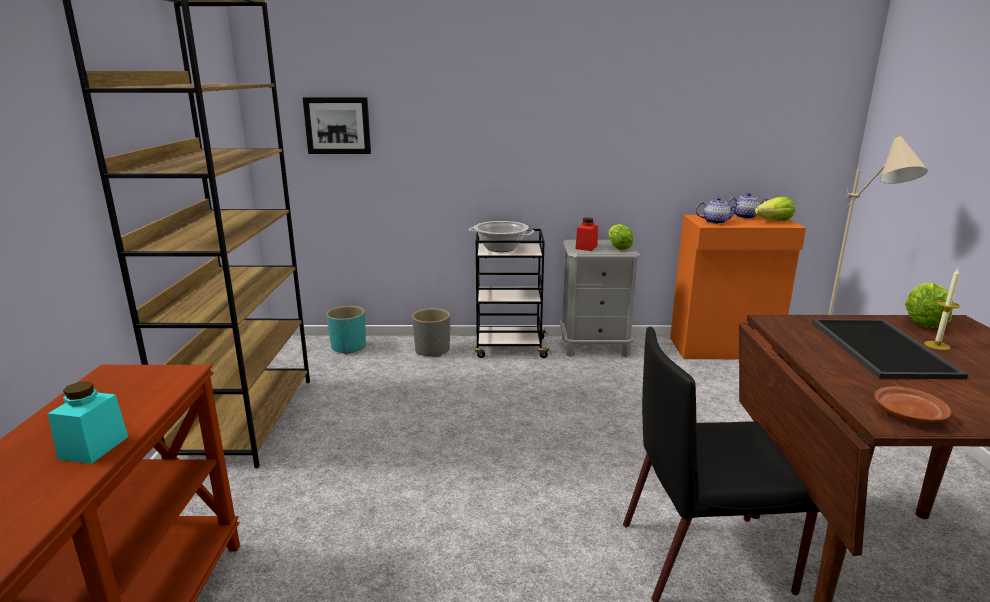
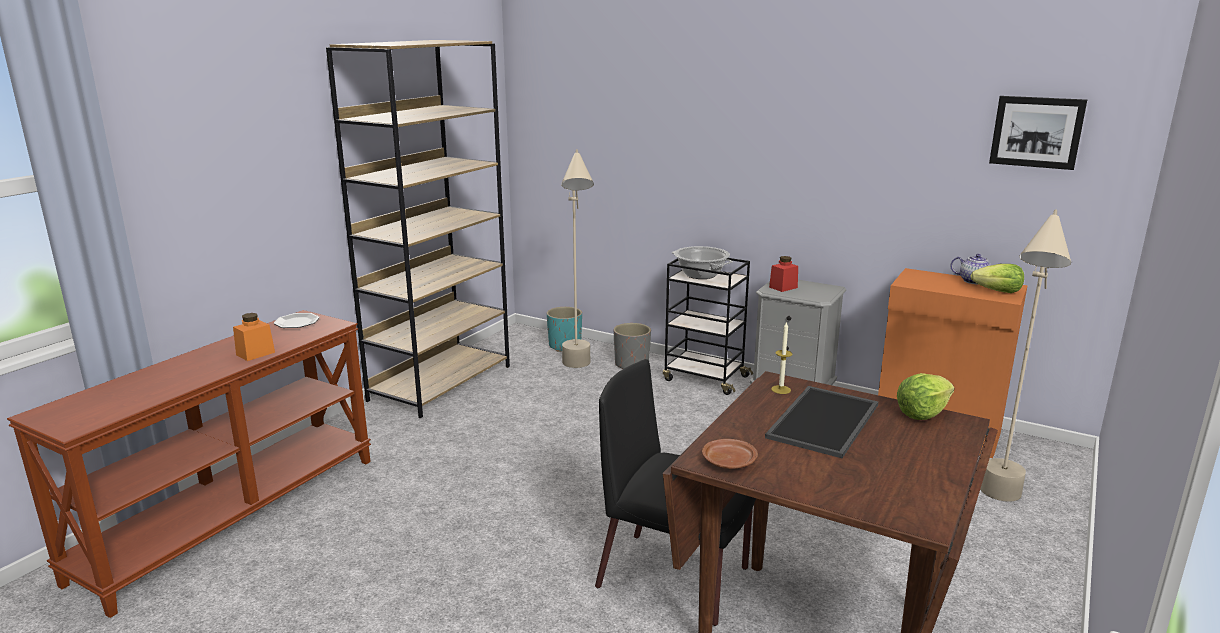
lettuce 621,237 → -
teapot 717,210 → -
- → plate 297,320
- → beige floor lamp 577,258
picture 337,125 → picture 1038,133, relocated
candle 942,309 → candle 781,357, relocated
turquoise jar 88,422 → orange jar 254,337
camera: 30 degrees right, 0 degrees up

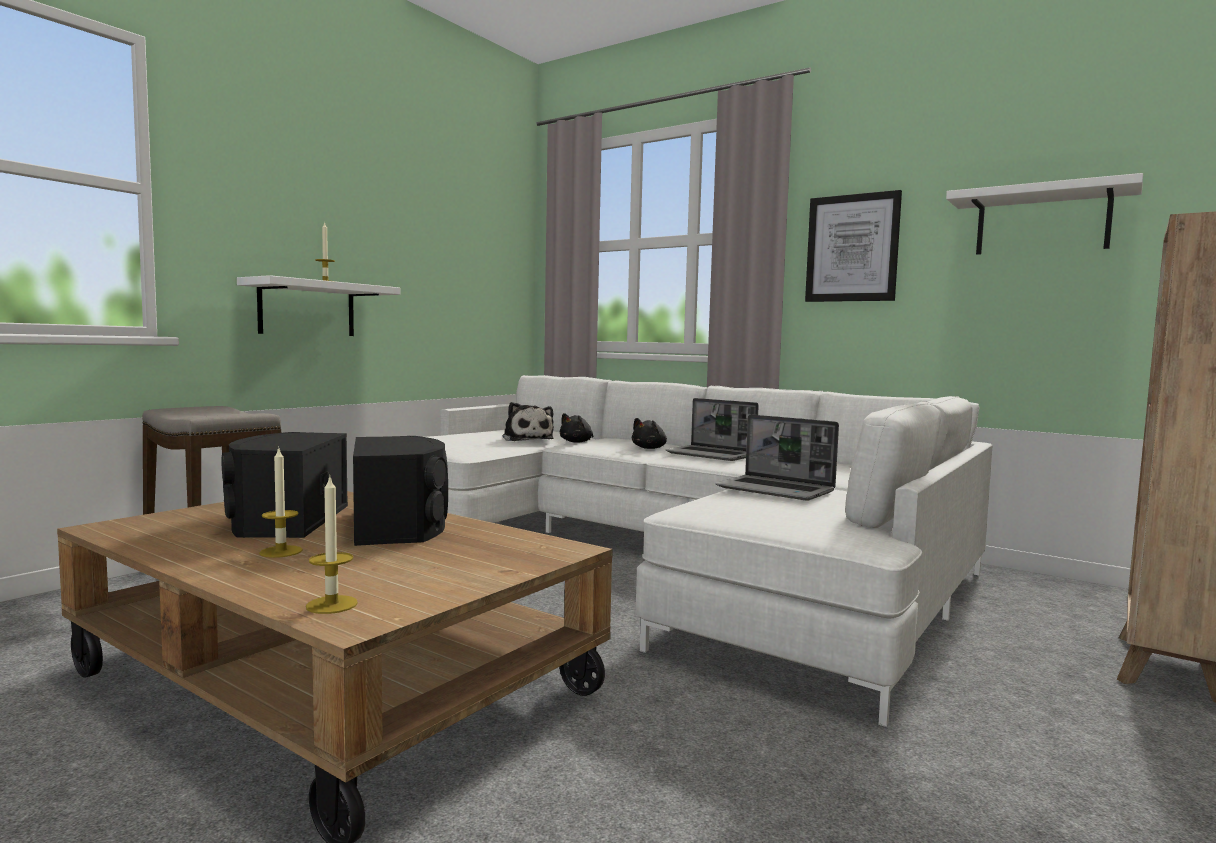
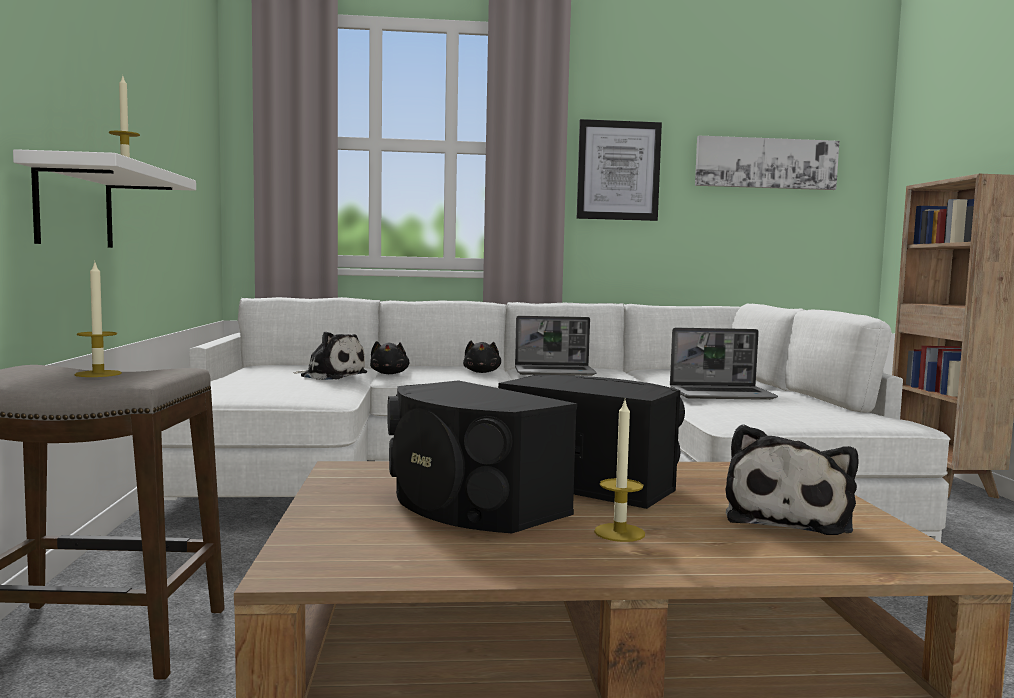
- → plush toy 792,479
candle 332,545 → candle 98,320, relocated
white shelf 1044,214 → picture 767,163
camera: 40 degrees left, 0 degrees up

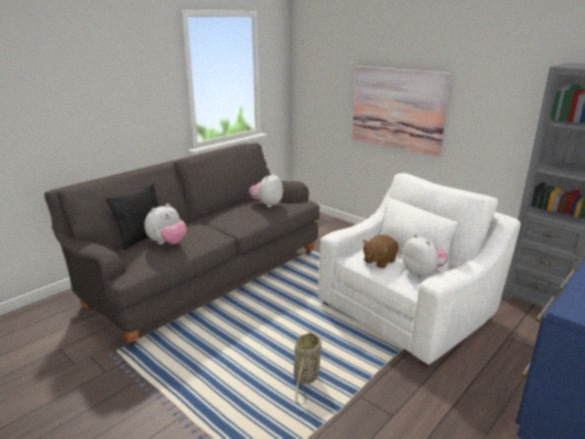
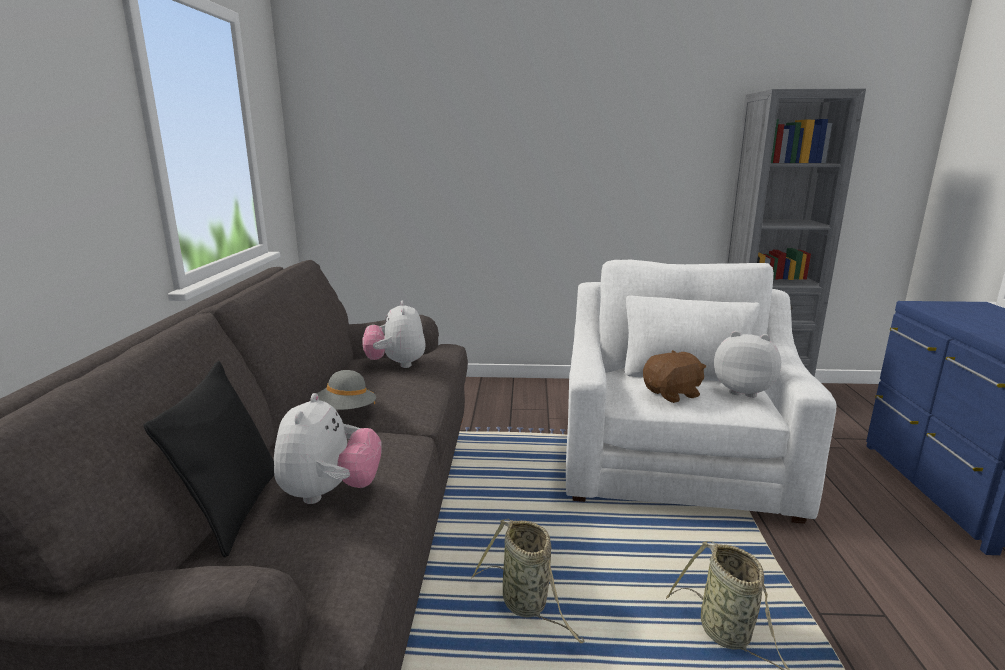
picture 401,111 → -
- → grey hat 346,390
- → basket 528,581
brown plush toy 381,251 → brown plush toy 674,376, 120 degrees counterclockwise
camera: 40 degrees left, 5 degrees down

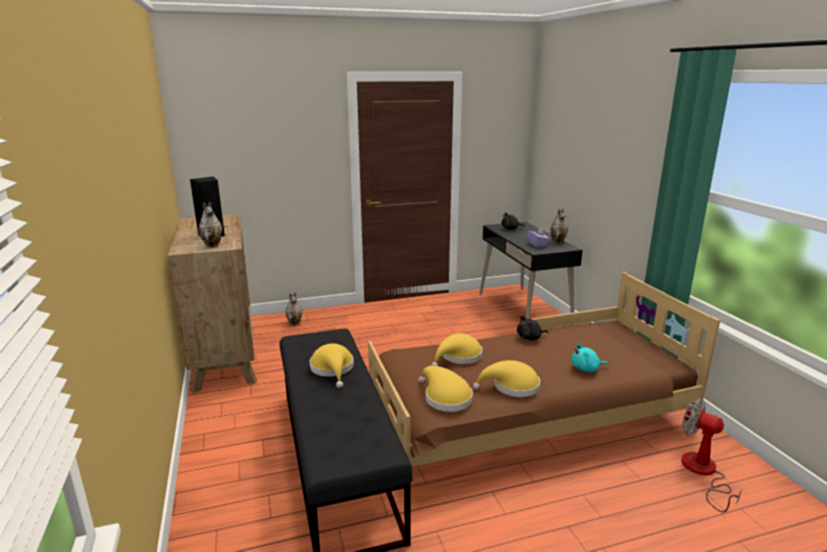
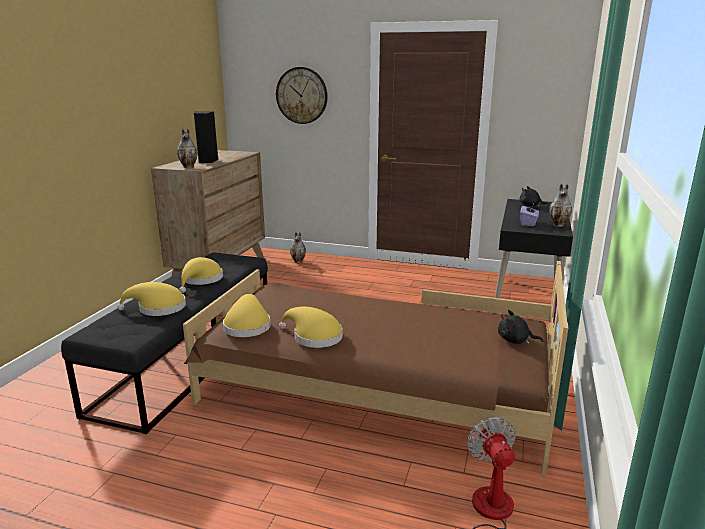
turquoise plush toy 590,357 → -
- → wall clock 301,95
yellow hat 457,349 → yellow hat 151,299, relocated
black plush toy 533,328 → black plush toy 520,327, relocated
camera: 35 degrees right, 0 degrees up

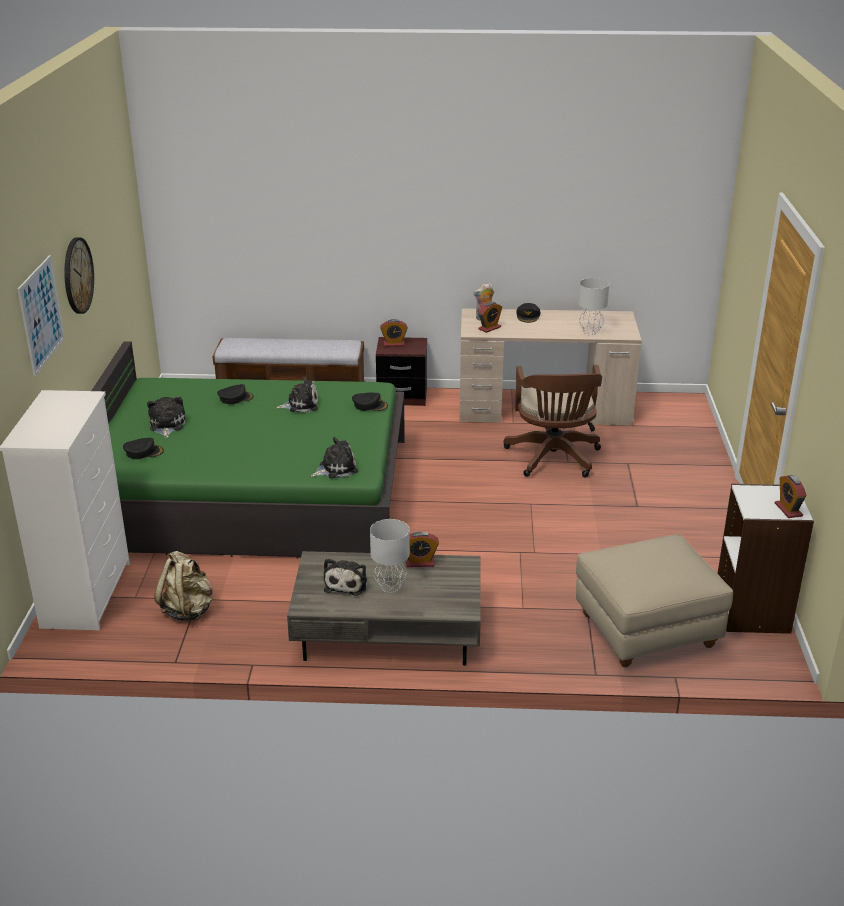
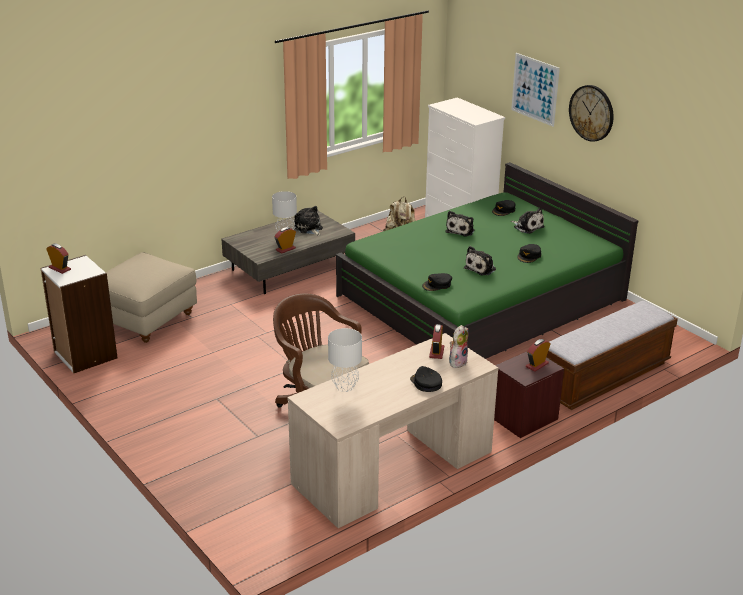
plush toy 334,457 → plush toy 460,224, relocated
camera: 140 degrees right, 0 degrees up

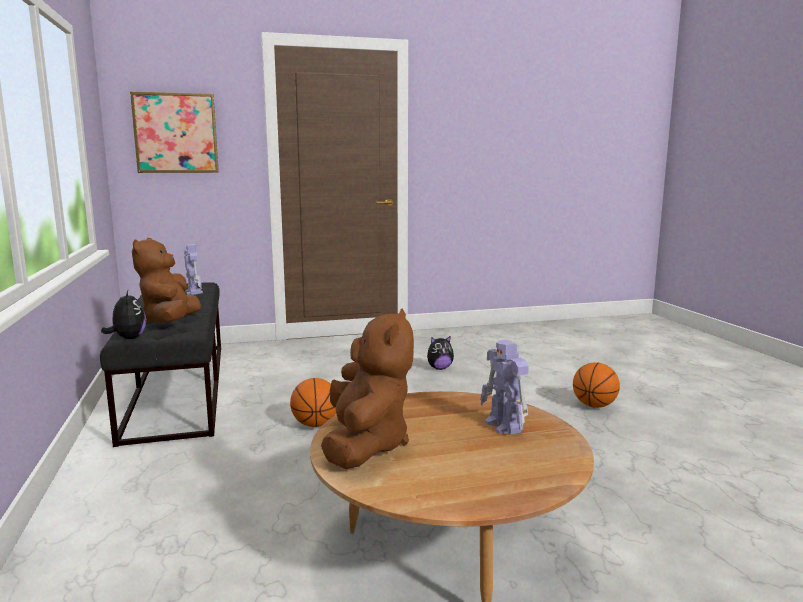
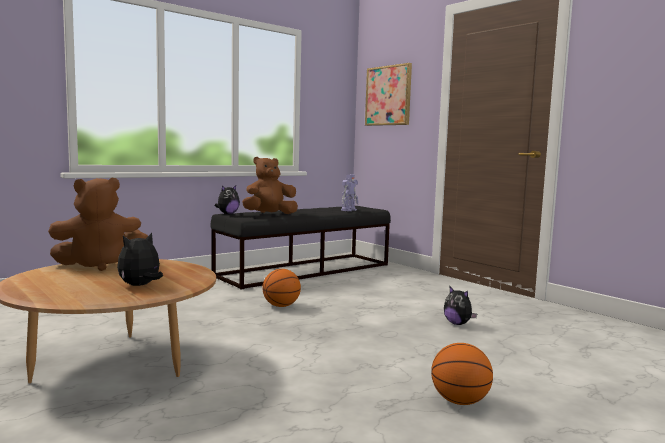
toy robot 504,387 → plush toy 140,259
camera: 65 degrees right, 5 degrees down

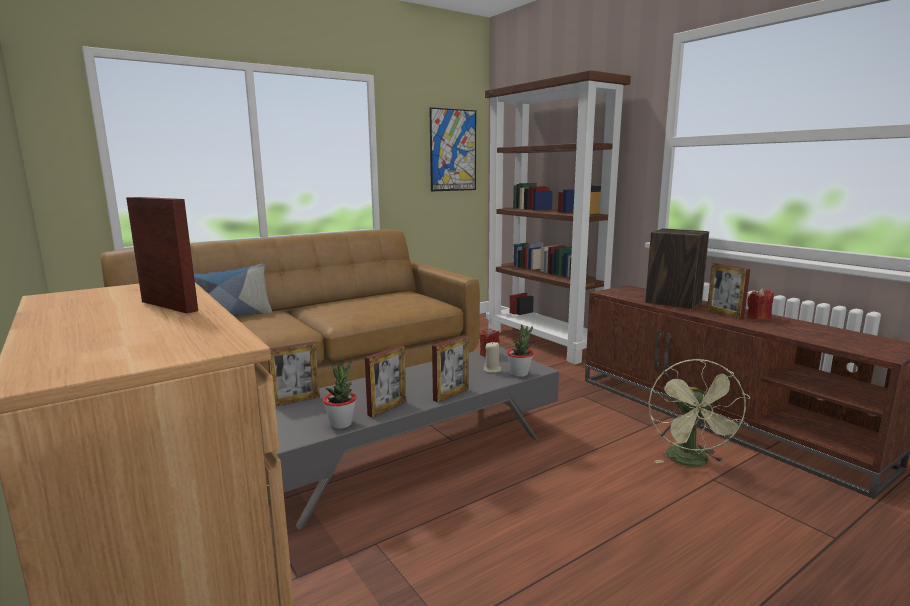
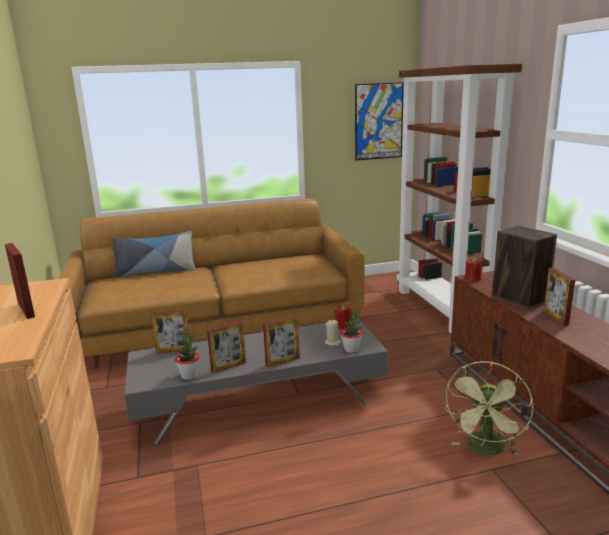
red candle 760,304 → red candle 473,269, relocated
camera: 20 degrees right, 5 degrees up

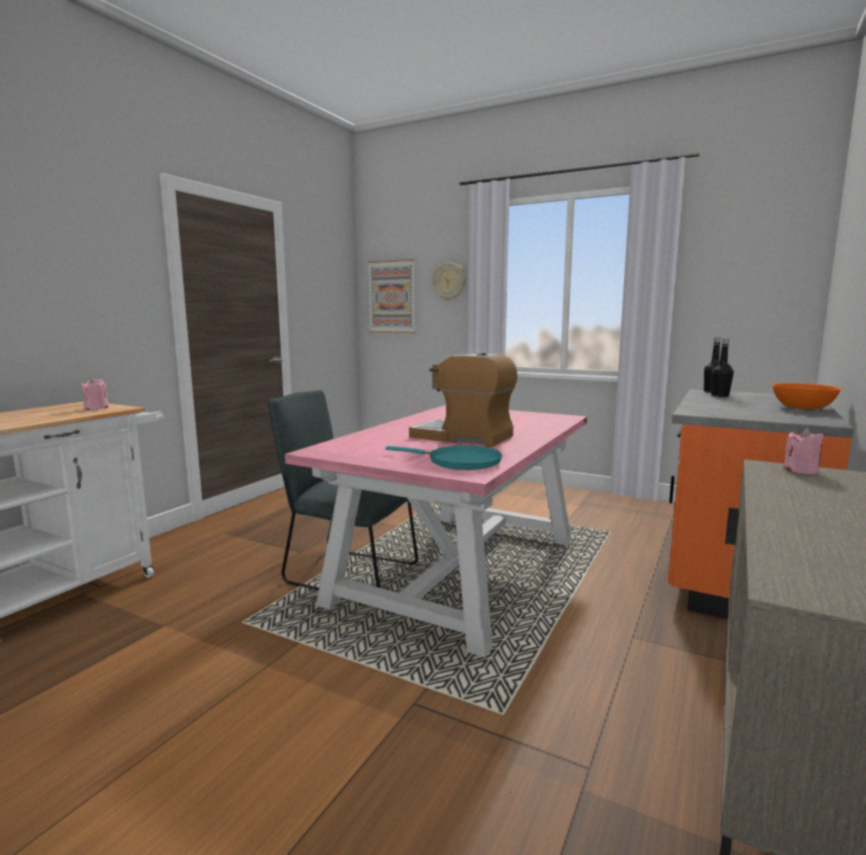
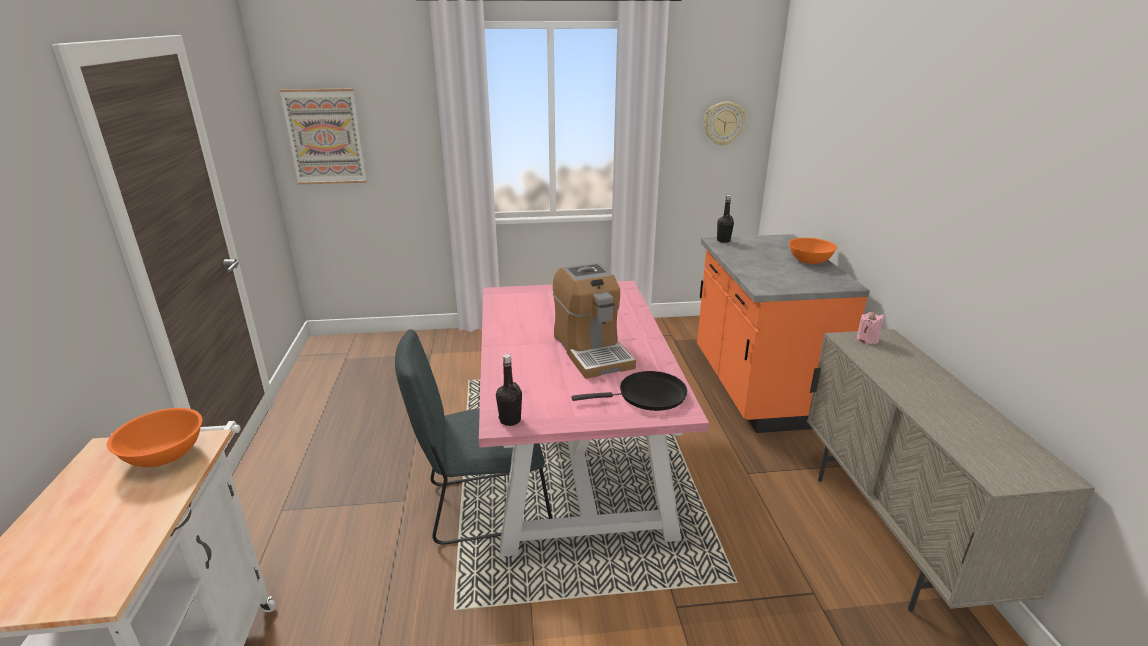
wall clock 449,281 → wall clock 724,124, relocated
black bottle 722,368 → black bottle 509,390, relocated
pink candle 95,393 → orange bowl 154,437
turquoise frying pan 443,458 → black frying pan 629,391
coffee machine 463,400 → coffee machine 594,320, 105 degrees counterclockwise
camera: 35 degrees left, 15 degrees up

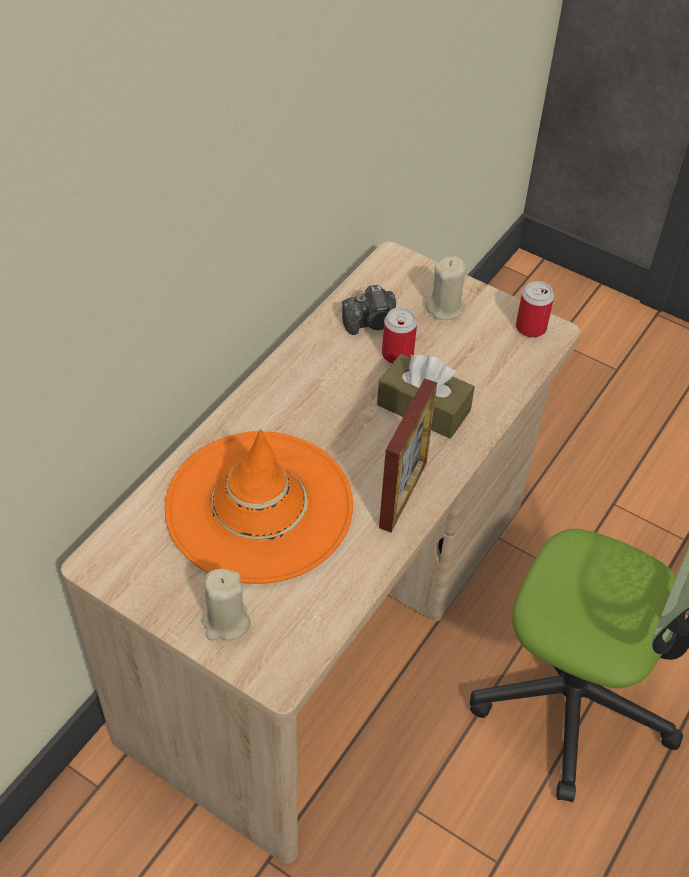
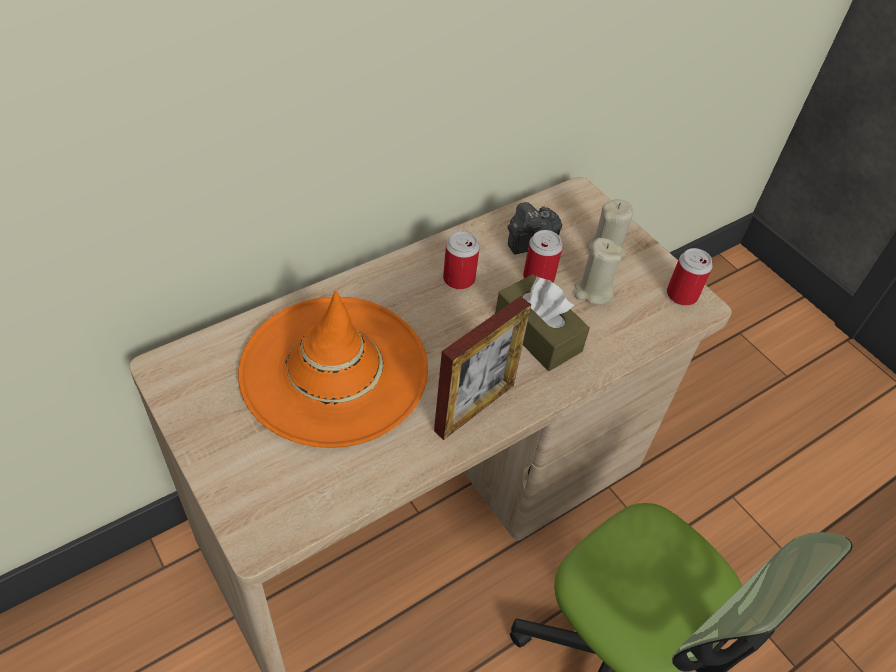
- → can 461,260
beige candle 226,604 → beige candle 598,271, relocated
photo camera 369,310 → photo camera 534,228, 150 degrees clockwise
camera: 20 degrees right, 0 degrees up

